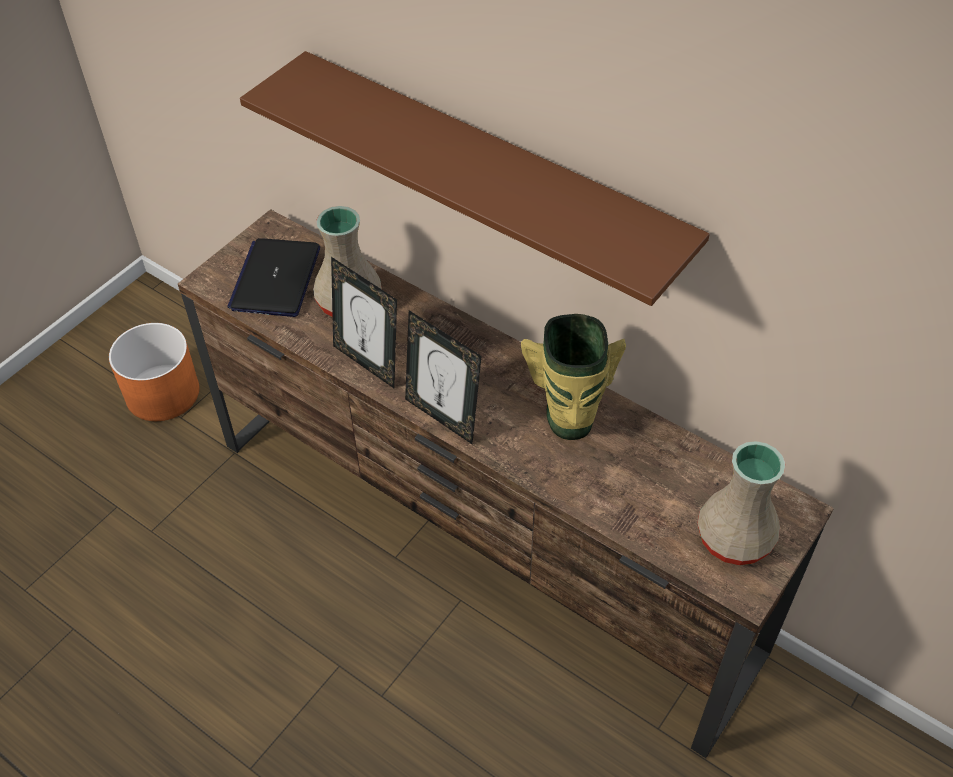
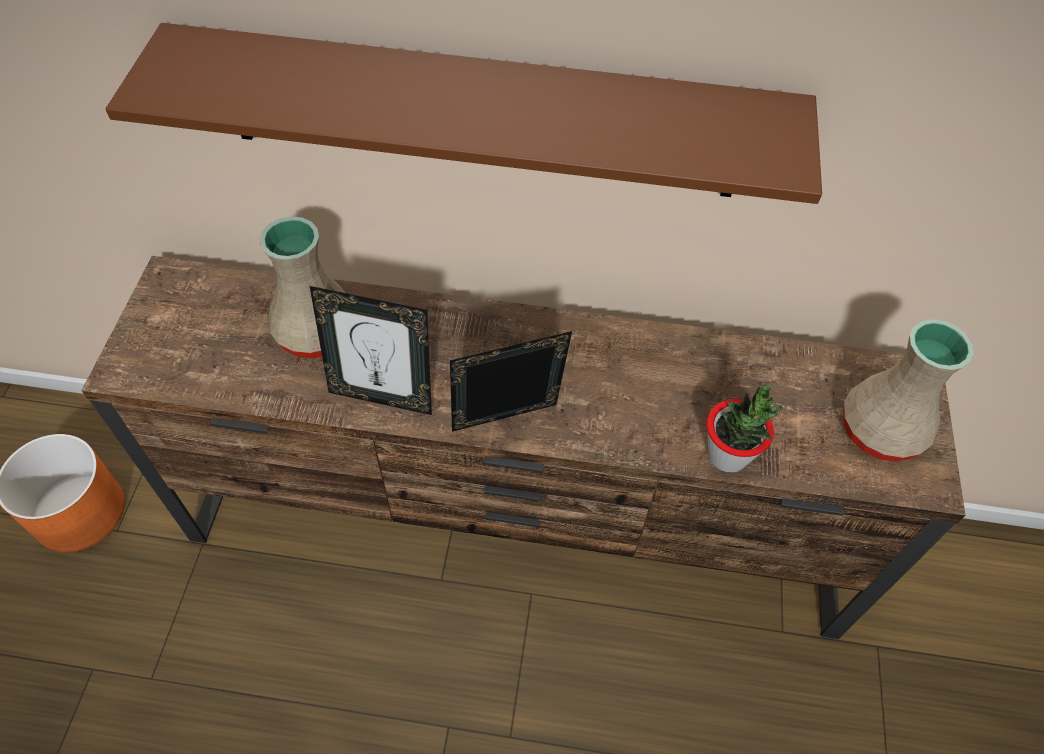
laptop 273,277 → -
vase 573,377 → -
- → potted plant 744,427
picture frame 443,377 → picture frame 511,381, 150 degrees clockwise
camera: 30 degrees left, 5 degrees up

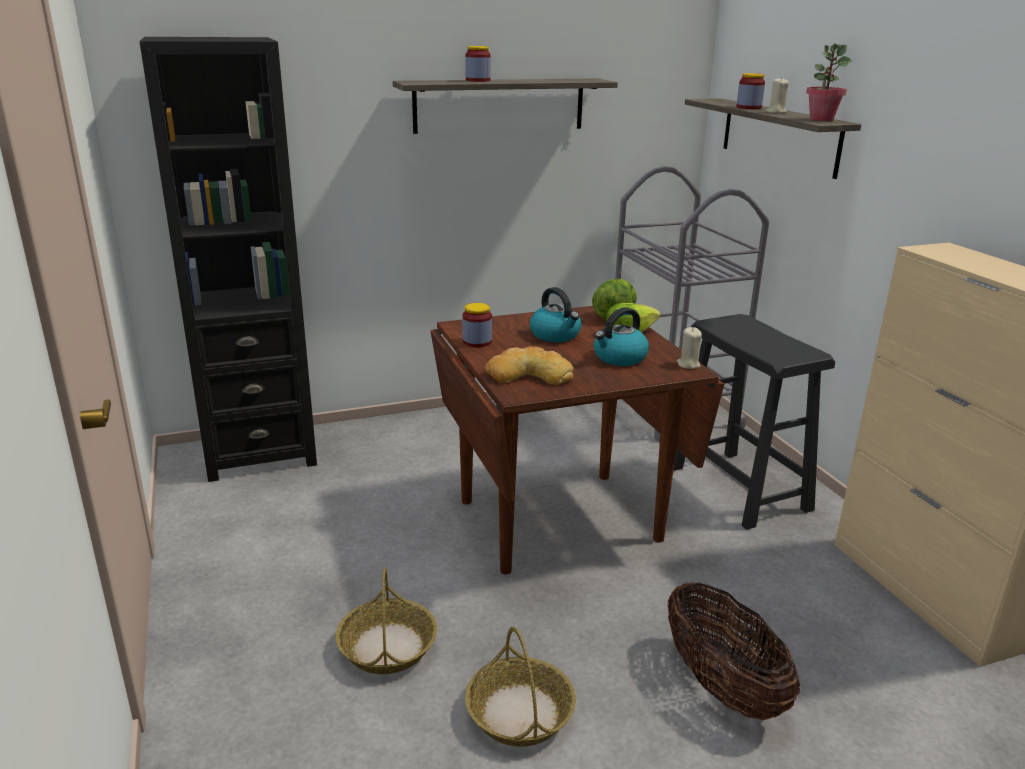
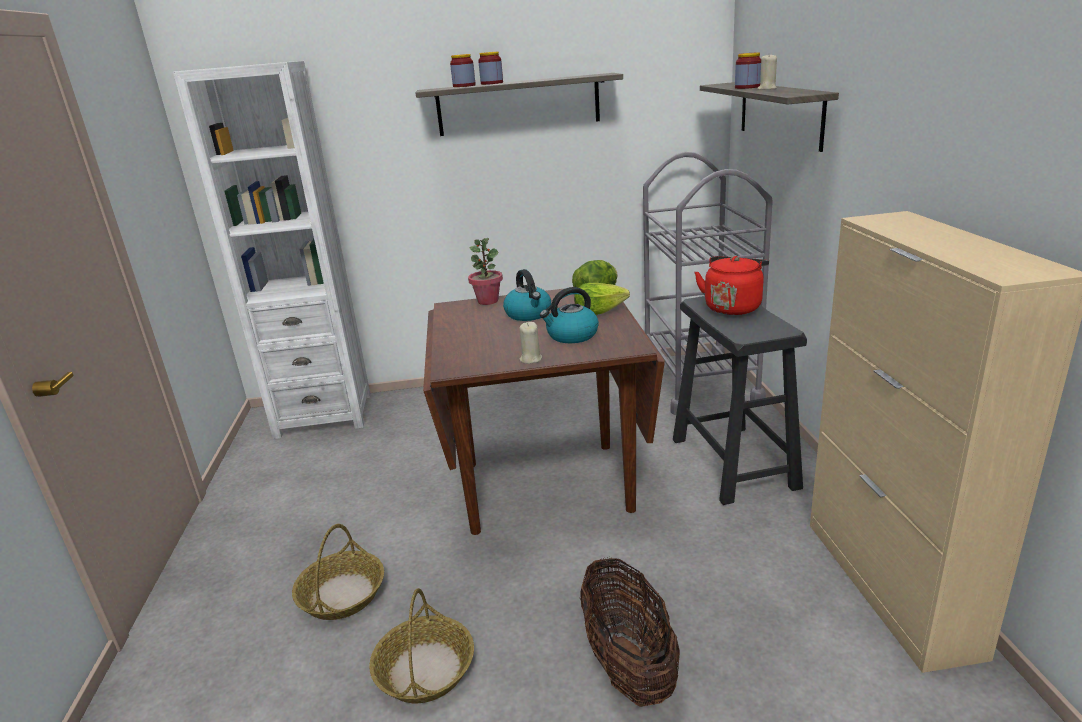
bread 529,365 → -
- → red kettle 731,285
jar 477,325 → jar 463,70, relocated
beige candle 689,348 → beige candle 530,343, relocated
potted plant 829,82 → potted plant 485,271, relocated
black bookcase 228,259 → white bookcase 272,250
camera: 15 degrees right, 0 degrees up

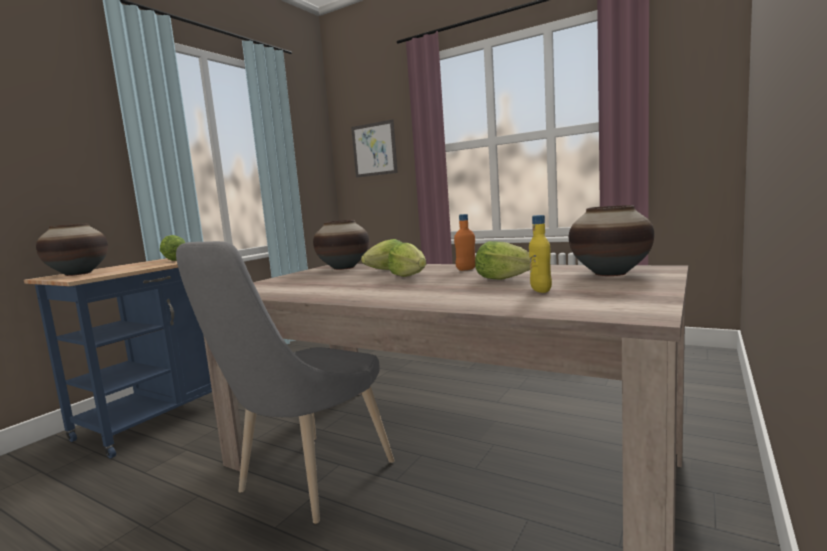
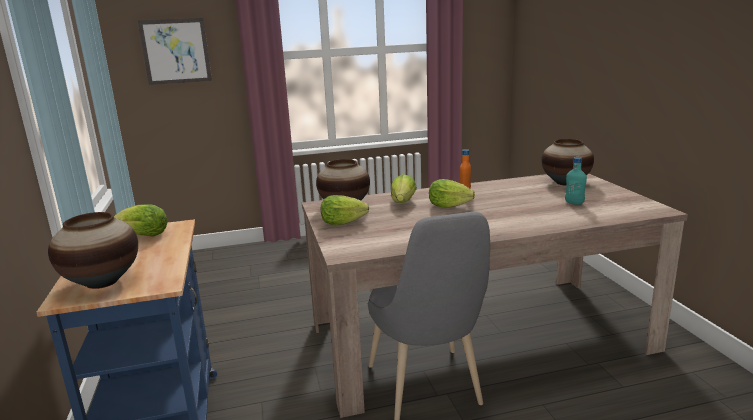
lettuce 502,260 → lettuce 345,210, relocated
yellow bottle 540,254 → turquoise bottle 576,181
camera: 45 degrees left, 10 degrees up

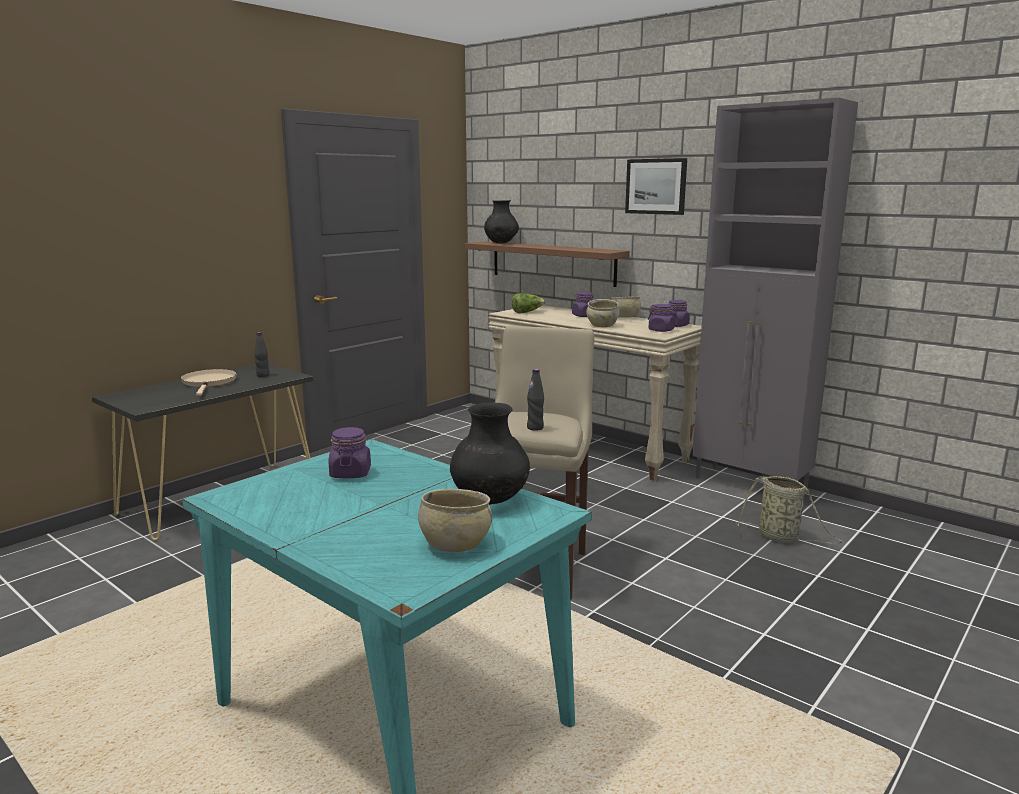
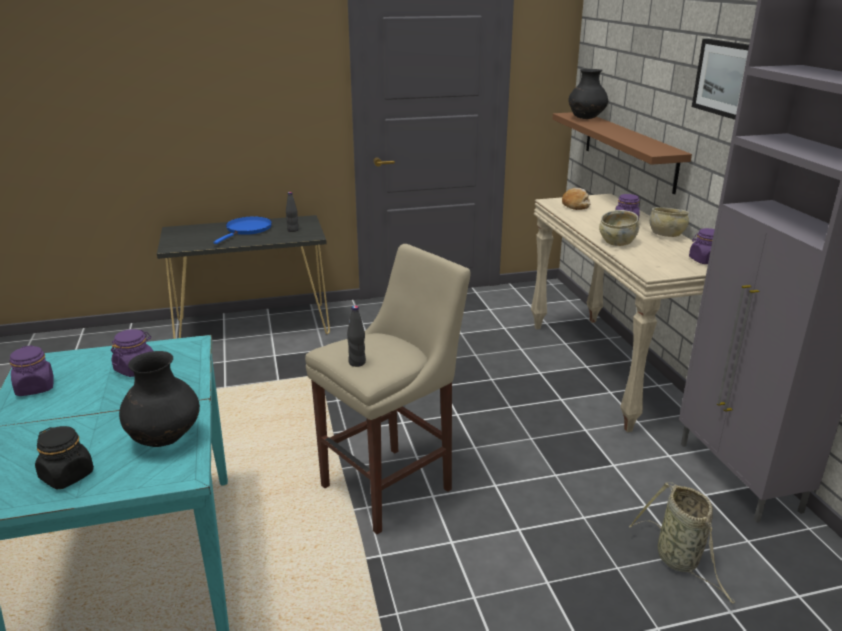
purple jar 662,318 → purple jar 32,370, relocated
beige bowl 455,520 → black jar 64,458
lettuce 528,303 → bread 576,199
beige frying pan 209,382 → blue frying pan 242,230
camera: 35 degrees right, 10 degrees up

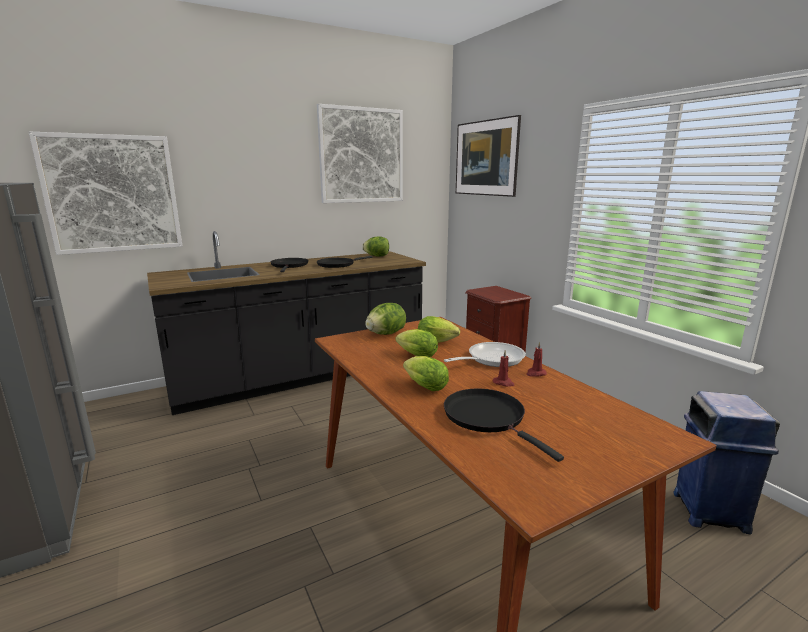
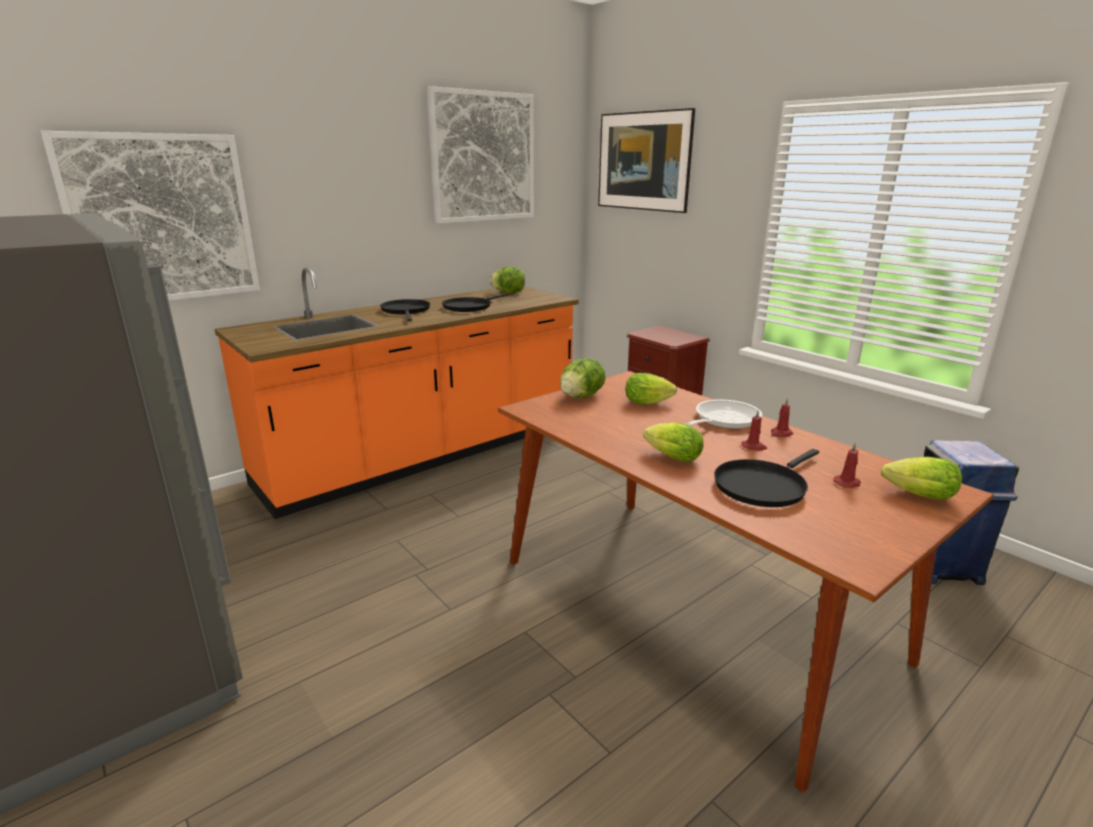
- → red candle 847,465
lettuce 416,343 → lettuce 921,478, relocated
black counter 286,323 → orange counter 396,393
black frying pan 504,425 → black frying pan 766,478, 90 degrees counterclockwise
camera: 10 degrees left, 5 degrees up

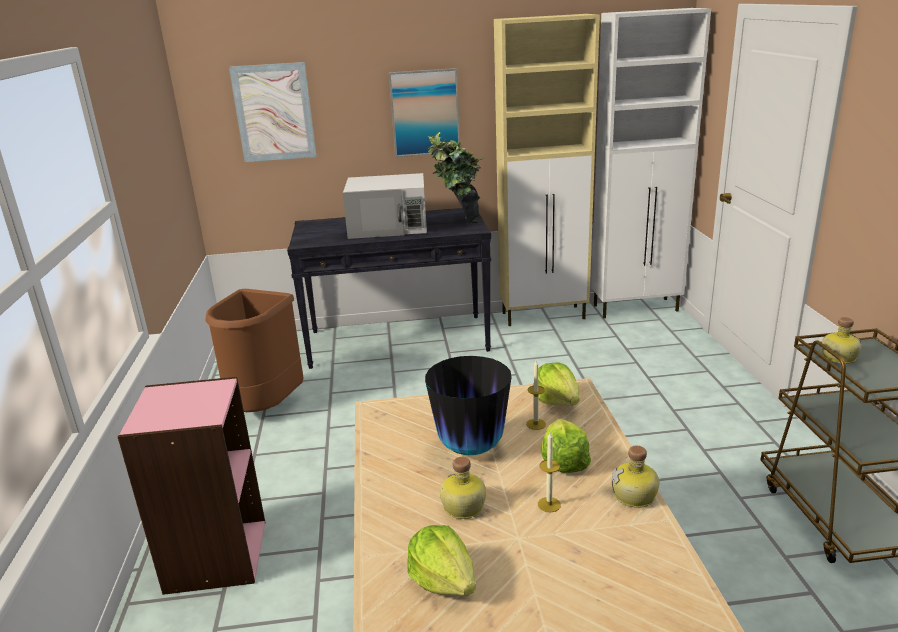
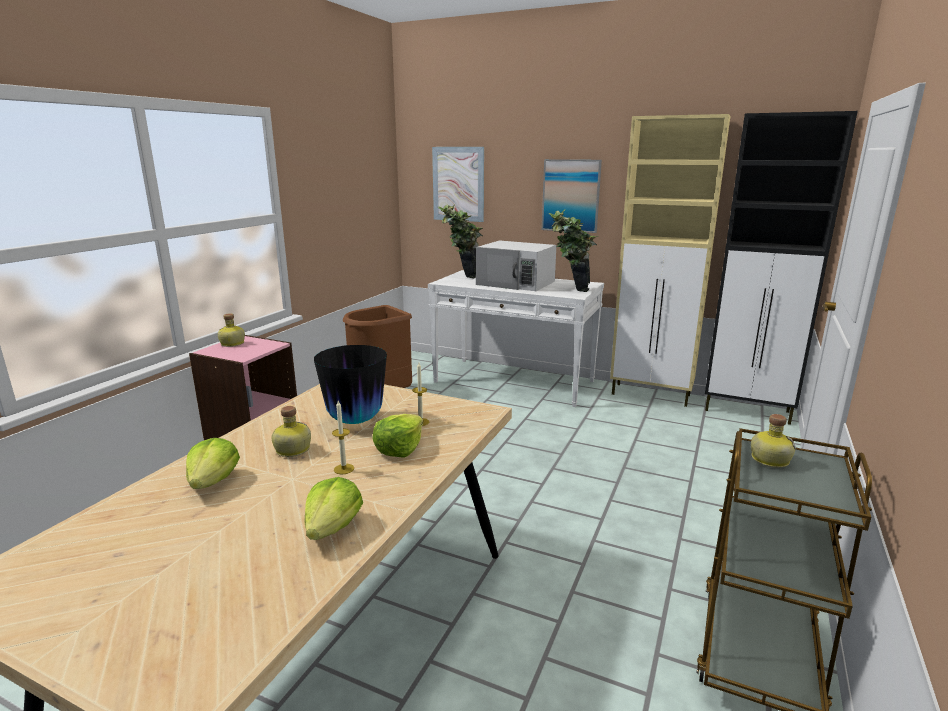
- → potted plant 460,240
lettuce 556,384 → lettuce 334,508, relocated
bottle 635,476 → bottle 231,330, relocated
black console table 389,288 → white console table 516,338
white cabinet 651,163 → black cabinet 781,268
camera: 30 degrees right, 5 degrees down

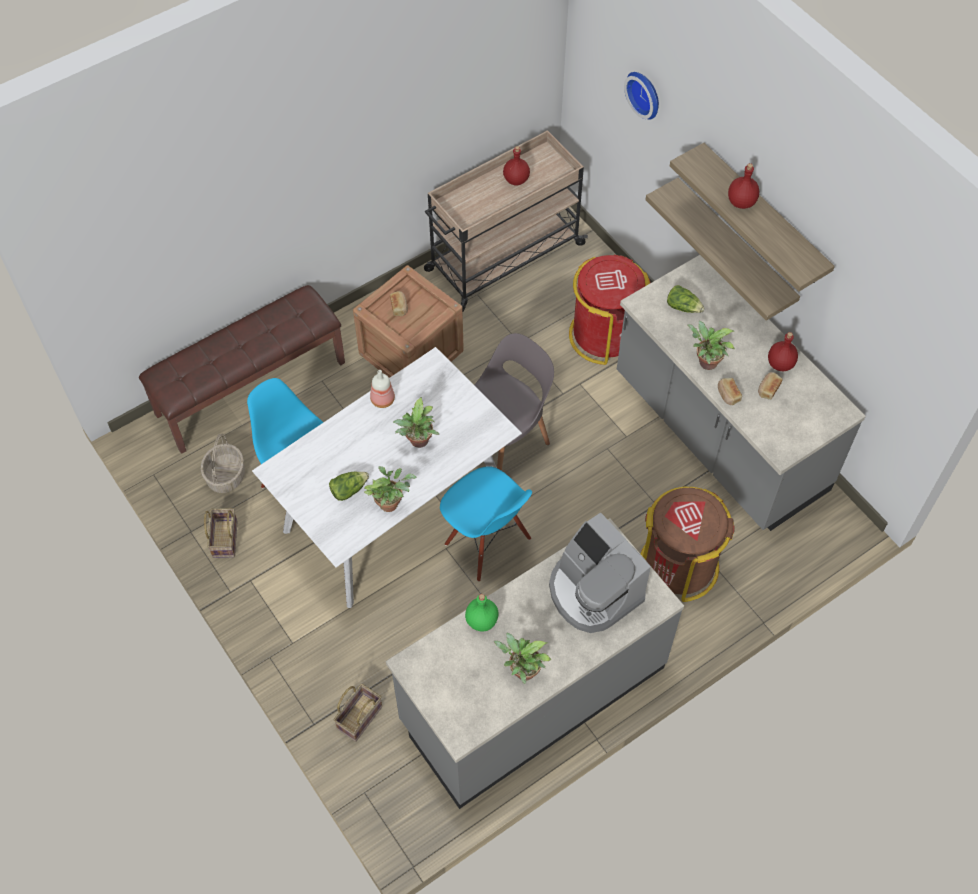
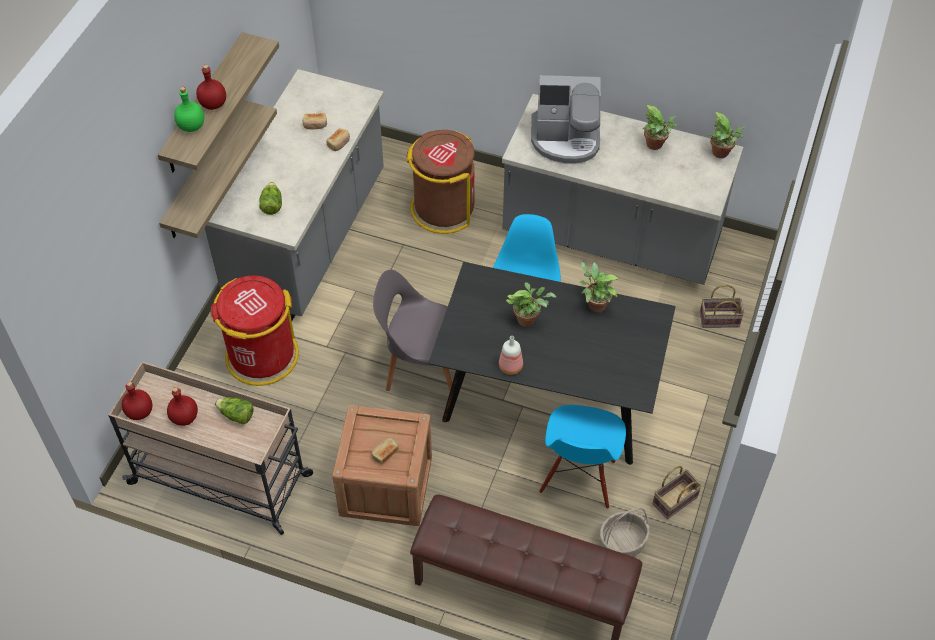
wall clock 641,96 → -
lettuce 349,486 → lettuce 234,411, relocated
green bottle 482,612 → green bottle 189,109, relocated
potted plant 711,345 → potted plant 727,135, relocated
red bottle 783,351 → red bottle 137,400, relocated
white dining table 387,477 → black dining table 552,363
coffee machine 600,572 → coffee machine 566,119, 75 degrees clockwise
camera: 125 degrees left, 5 degrees down

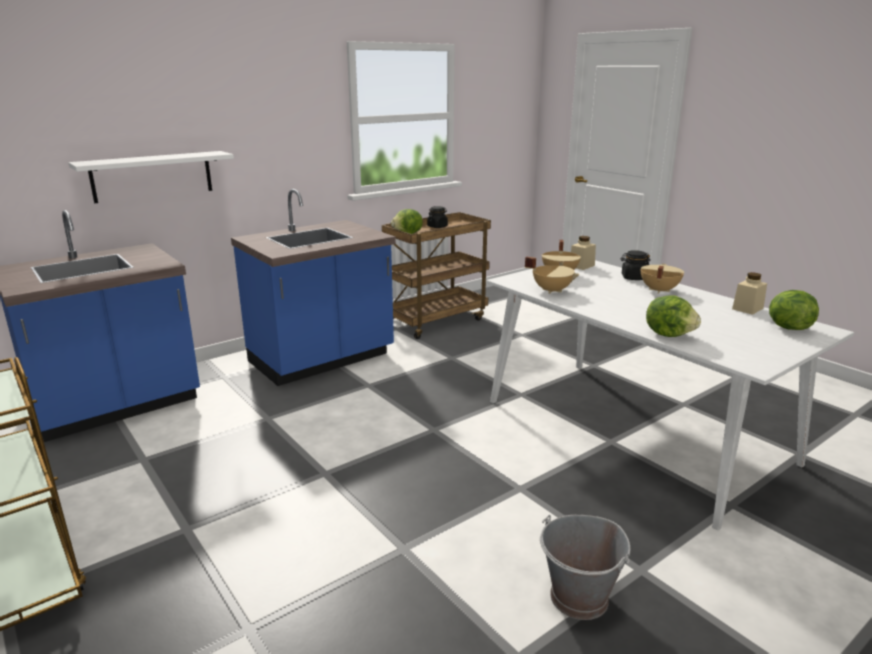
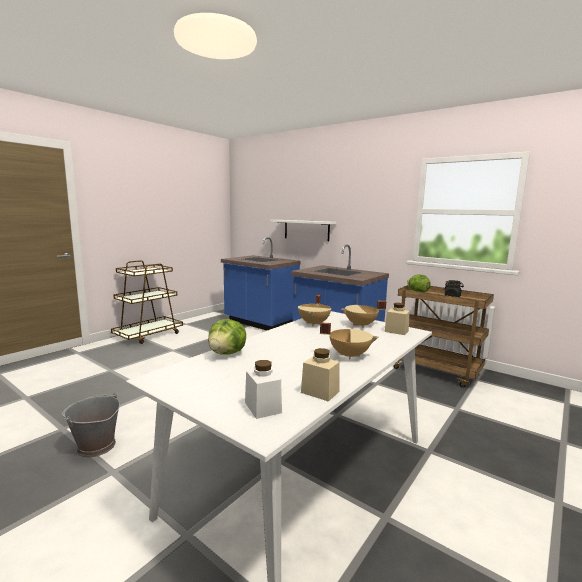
black jar 636,265 → -
lettuce 794,310 → white jar 263,389
camera: 75 degrees right, 10 degrees down

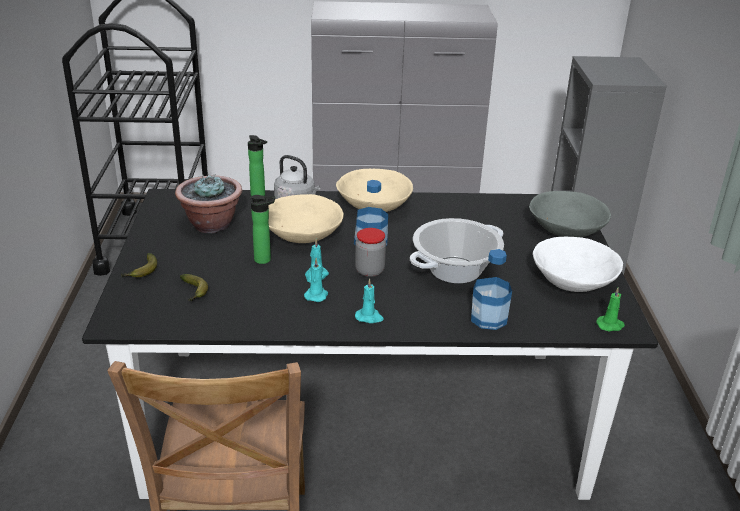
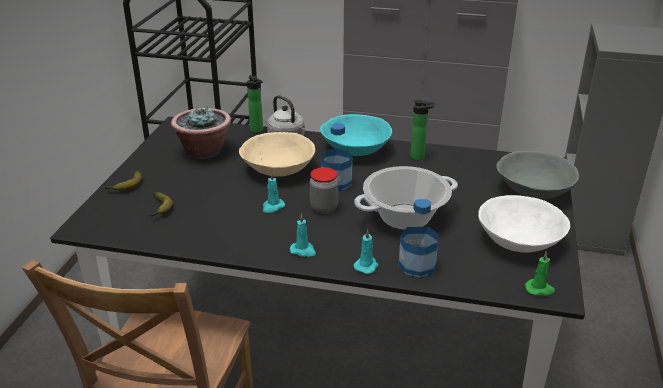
bottle 262,229 → bottle 422,130, relocated
turquoise candle 316,280 → turquoise candle 366,251, relocated
beige bowl 374,190 → turquoise bowl 356,135
camera: 15 degrees right, 0 degrees up

